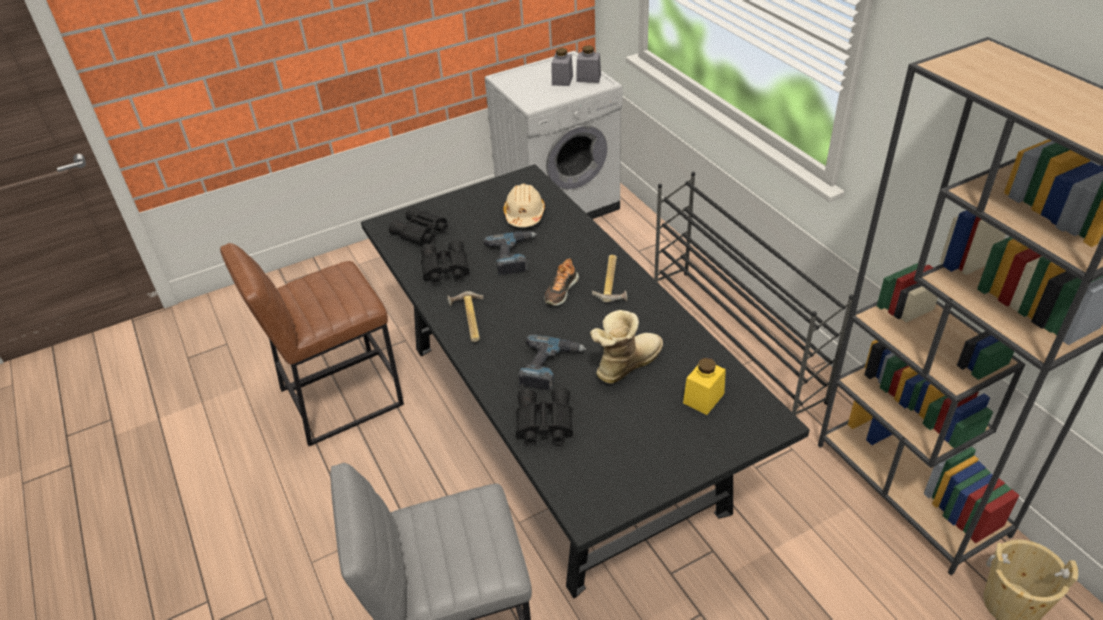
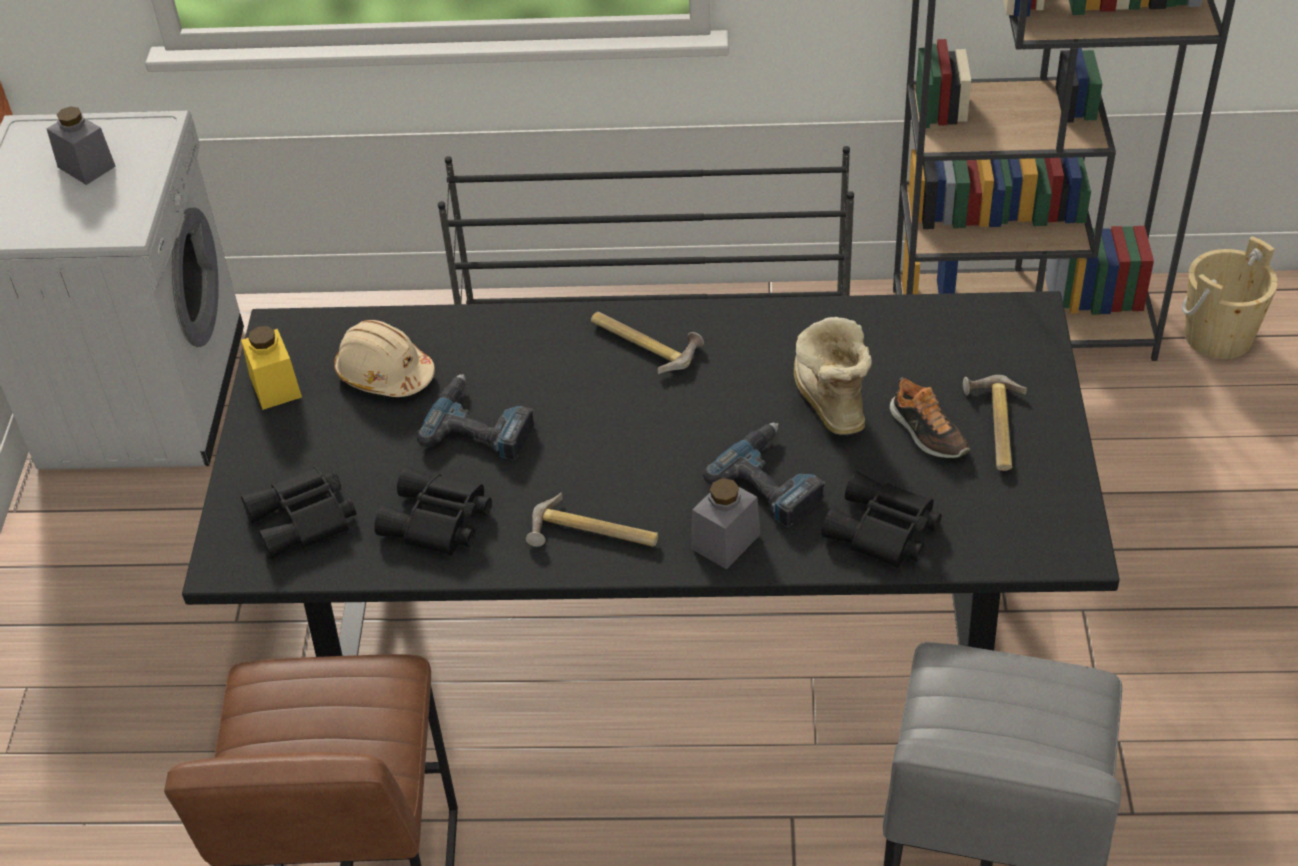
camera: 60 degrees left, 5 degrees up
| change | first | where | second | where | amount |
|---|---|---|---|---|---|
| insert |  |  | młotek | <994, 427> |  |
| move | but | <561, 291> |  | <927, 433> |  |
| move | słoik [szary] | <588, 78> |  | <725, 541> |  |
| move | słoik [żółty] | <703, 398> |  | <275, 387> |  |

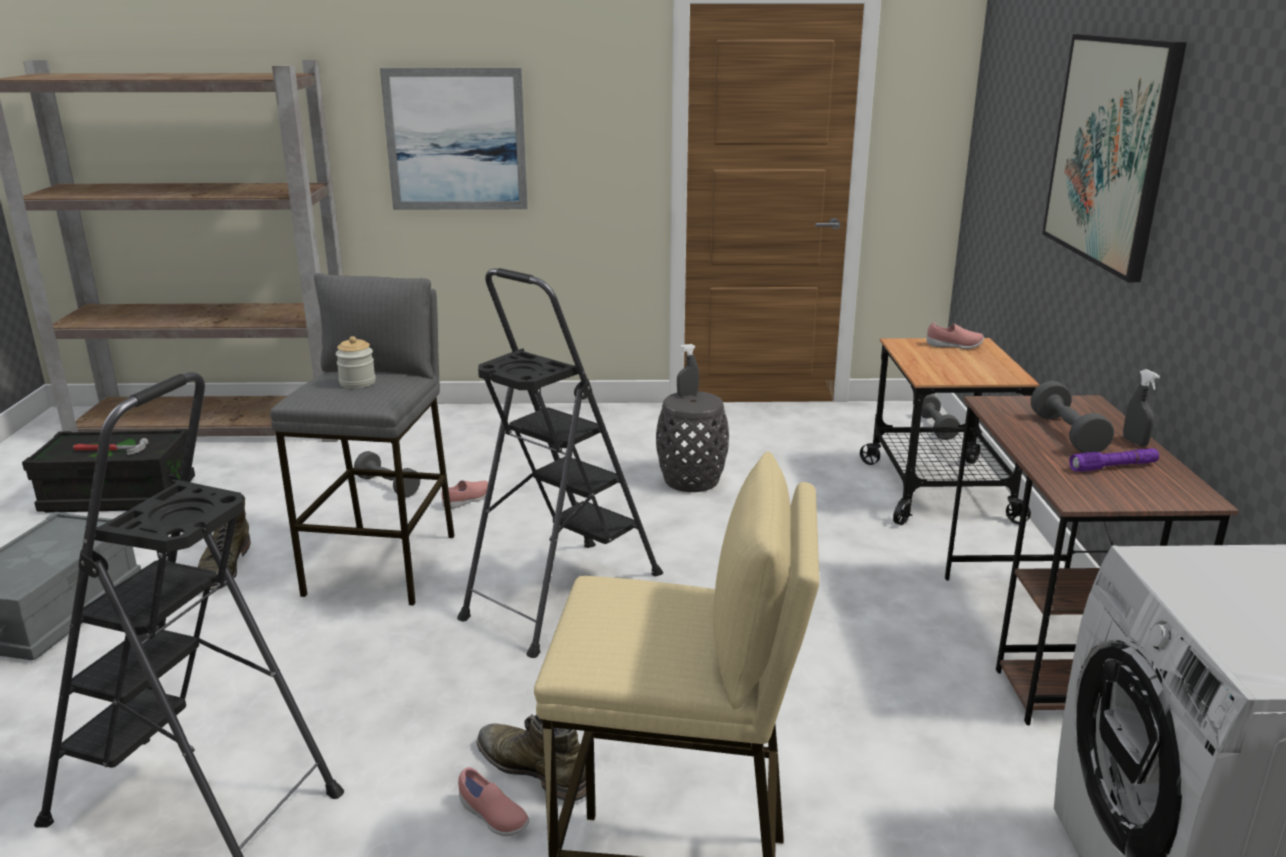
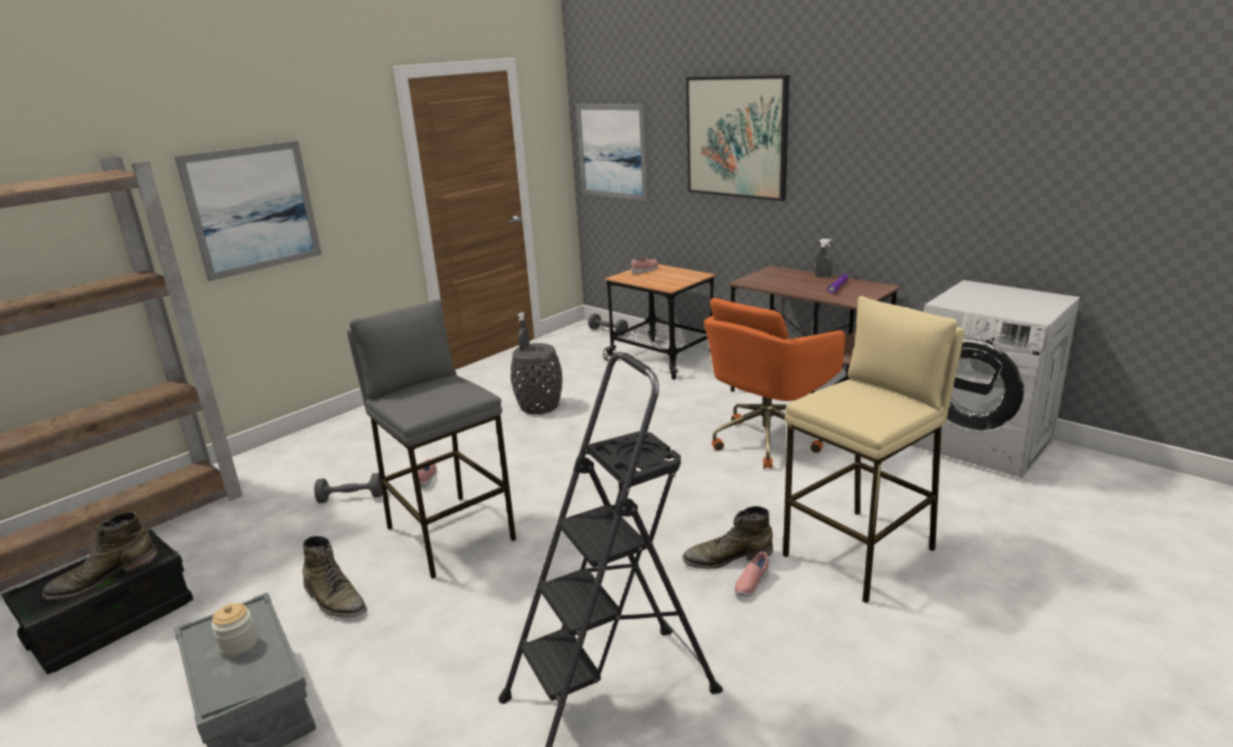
camera: 45 degrees left, 0 degrees up
| change | first | where | second | where | amount |
|---|---|---|---|---|---|
| delete | drabinka | <561, 596> |  |  |  |
| delete | hantel [szary] | <1067, 434> |  |  |  |
| insert |  |  | obraz | <612, 151> |  |
| insert |  |  | krzesło biurowe [pomarańczowy] | <769, 440> |  |
| move | słoik | <357, 382> |  | <239, 644> |  |
| replace | młotek | <109, 450> | but z cholewką [zielony] | <103, 577> |  |
| rotate | but [różowy] | <492, 817> |  | <751, 584> | 135 degrees clockwise |

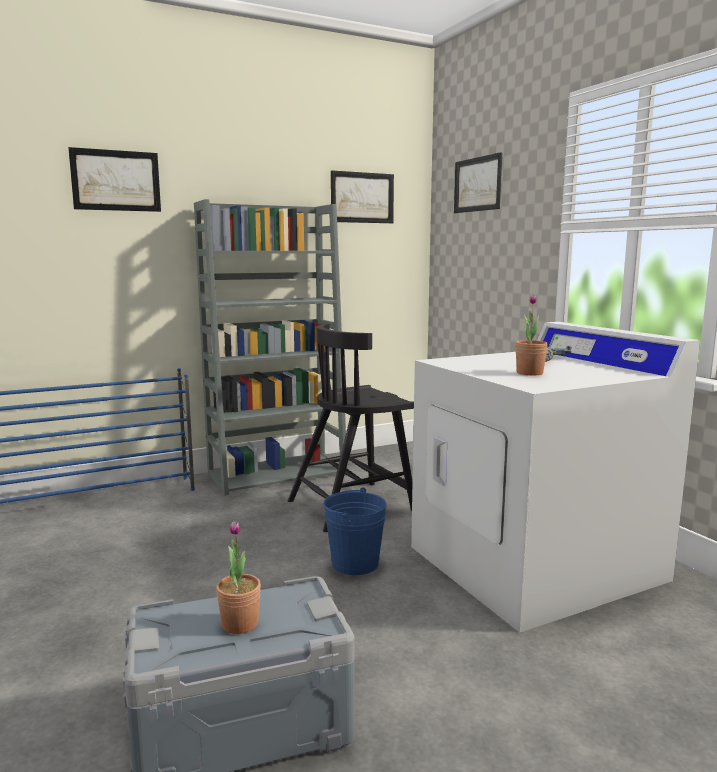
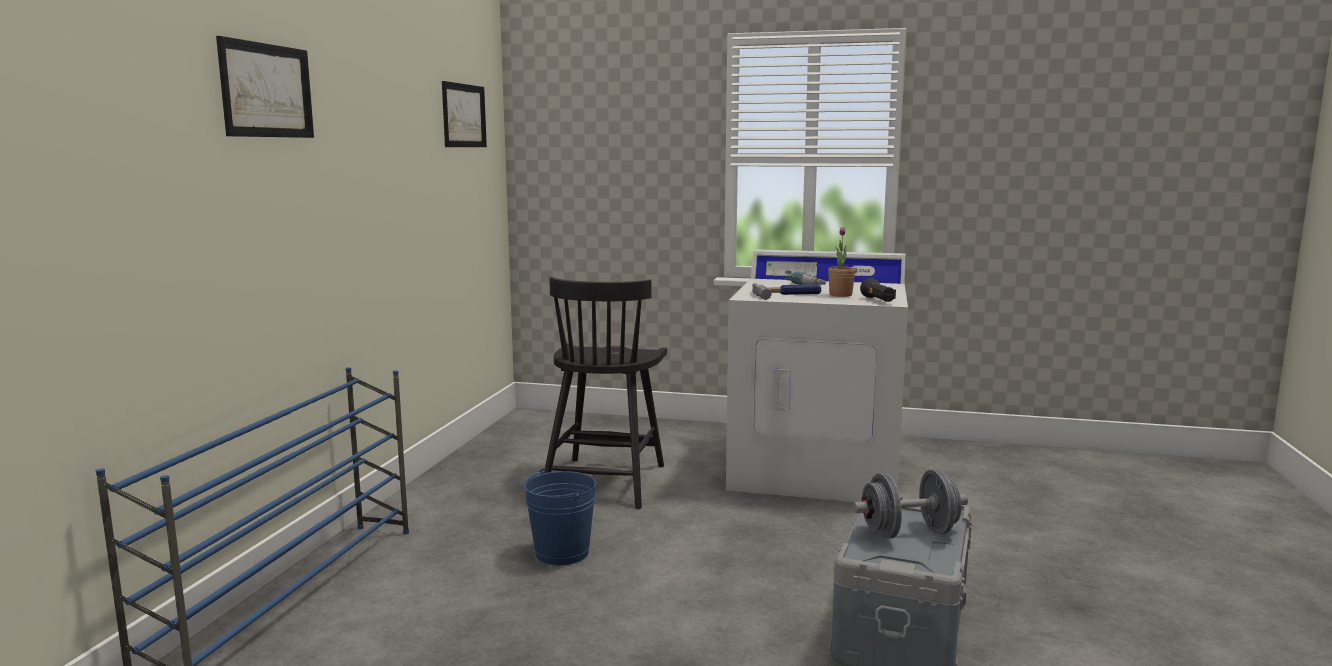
camera: 50 degrees left, 0 degrees up
| change | first | where | second | where | amount |
|---|---|---|---|---|---|
| delete | regał [szary] | <278, 473> |  |  |  |
| delete | obraz | <477, 184> |  |  |  |
| insert |  |  | młotek | <786, 295> |  |
| insert |  |  | latarka [czarny] | <878, 300> |  |
| move | wiadro [niebieski] | <355, 563> |  | <562, 553> |  |
| replace | roślina doniczkowa | <240, 624> | hantel [szary] | <909, 533> |  |

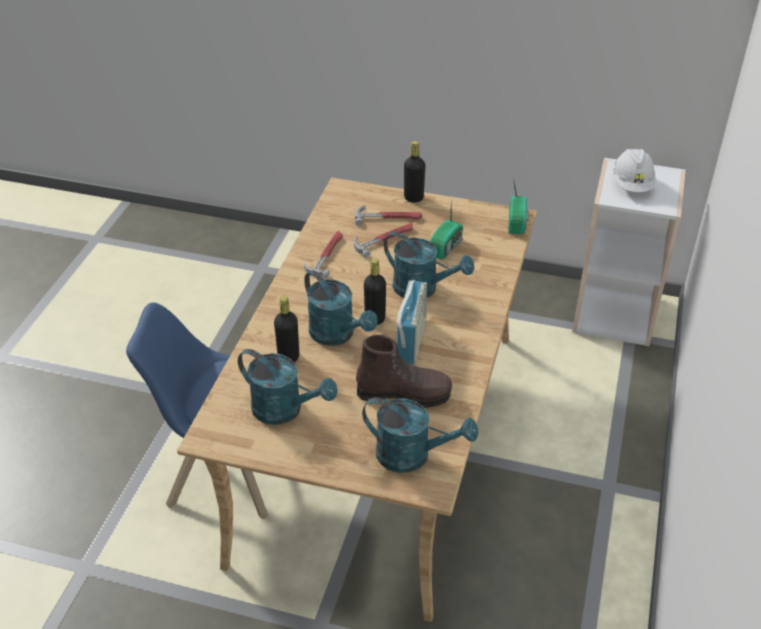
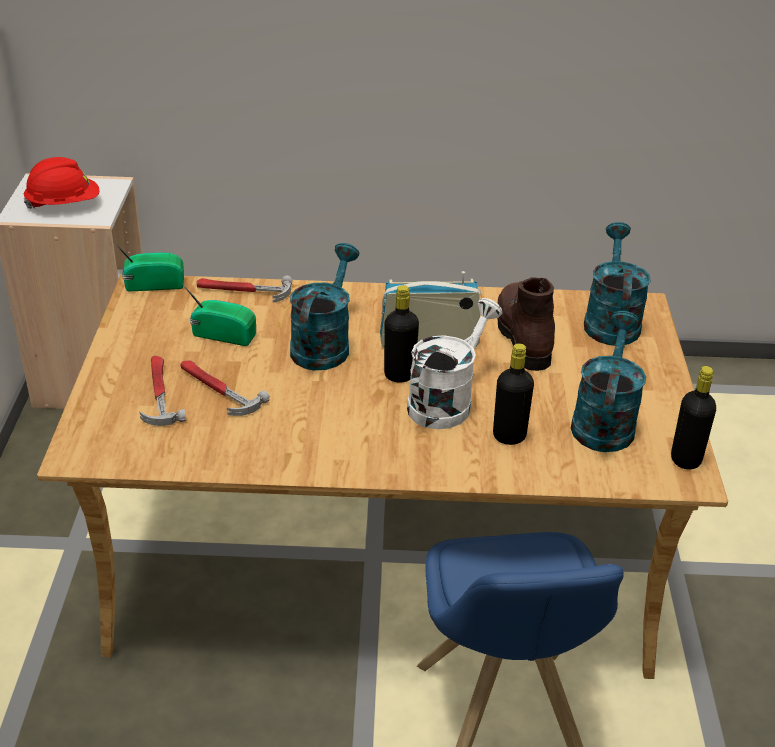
camera: 105 degrees left, 5 degrees down
| change | first | where | second | where | amount |
|---|---|---|---|---|---|
| move | młotek | <326, 256> |  | <243, 291> |  |
| move | butelka [czarny] | <413, 198> |  | <685, 459> |  |
| recolor | konewka [turkusowy] | <337, 335> | konewka [biały] | <446, 401> |  |
| recolor | kask [biały] | <632, 185> | kask [czerwony] | <64, 205> |  |

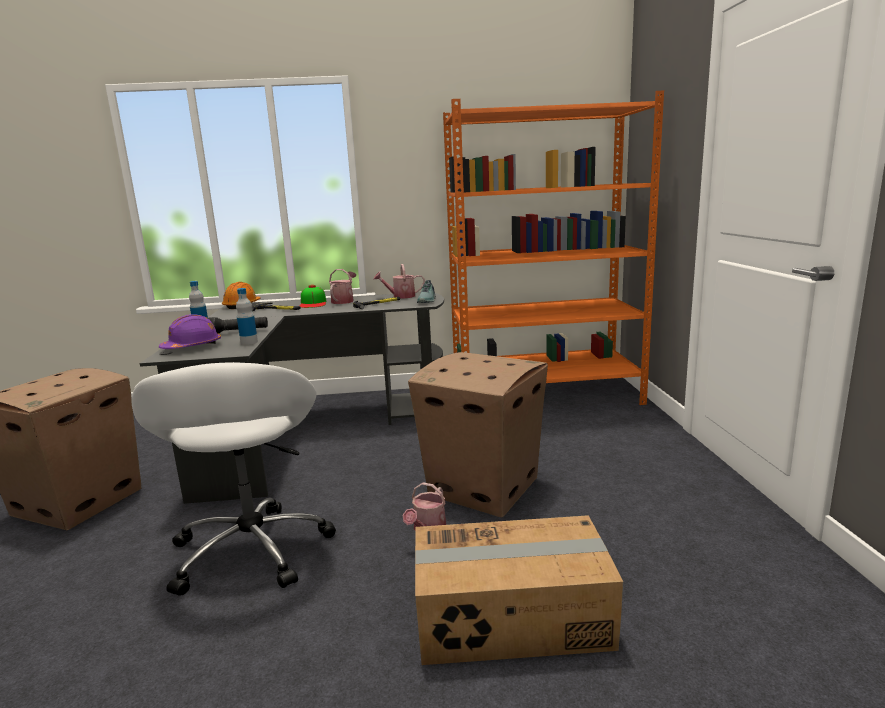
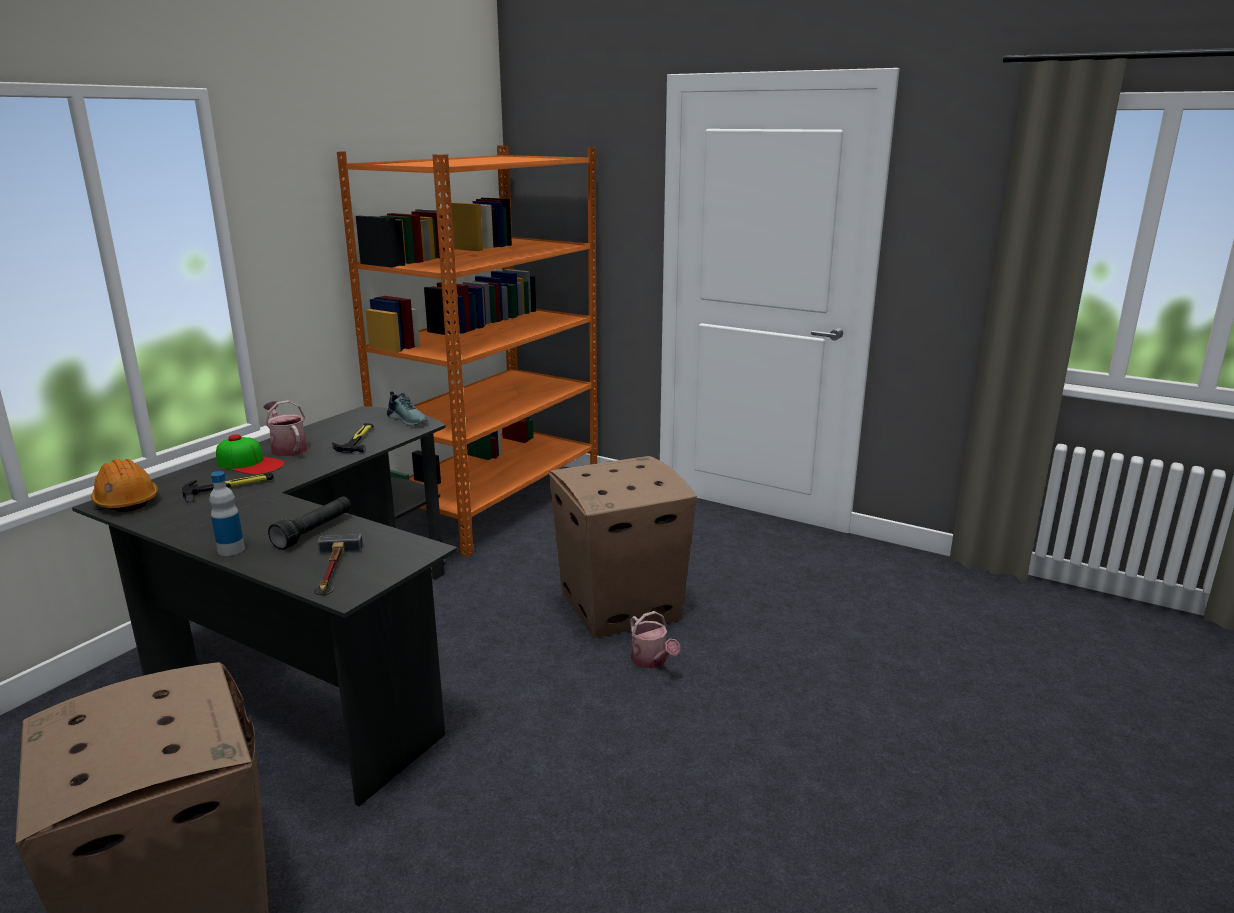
camera: 55 degrees left, 5 degrees up
| change | first | where | second | where | amount |
|---|---|---|---|---|---|
| delete | krzesło biurowe [biały] | <251, 553> |  |  |  |
| delete | butelka | <249, 342> |  |  |  |
| delete | konewka | <400, 296> |  |  |  |
| delete | karton | <512, 617> |  |  |  |
| replace | kask [fioletowy] | <192, 347> | młotek | <333, 569> |  |

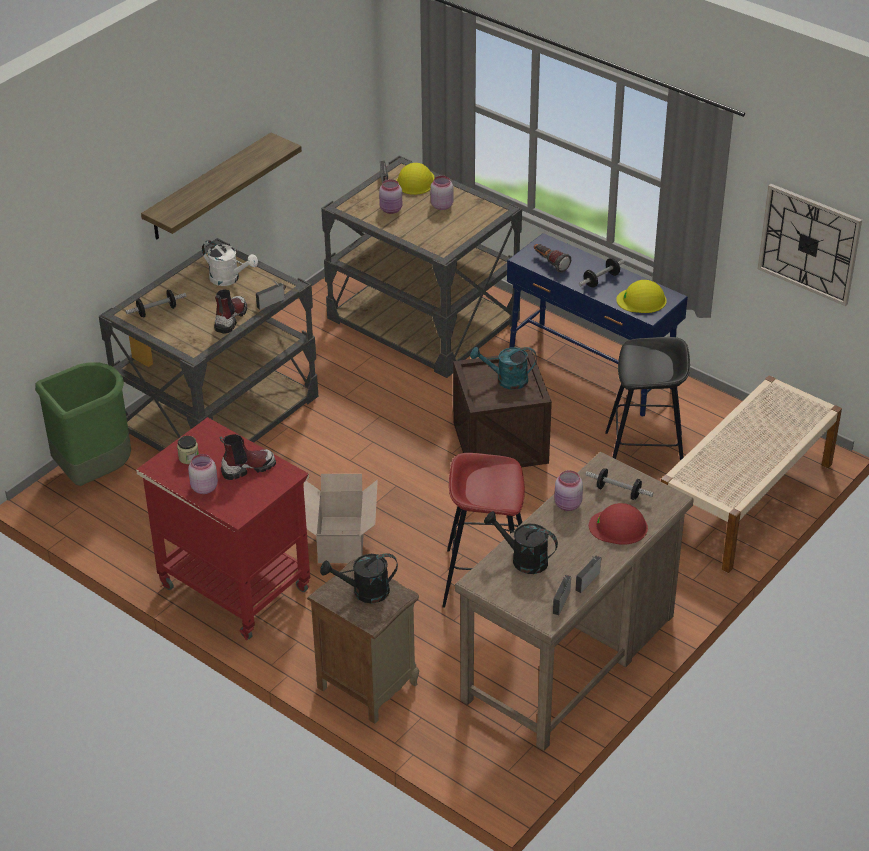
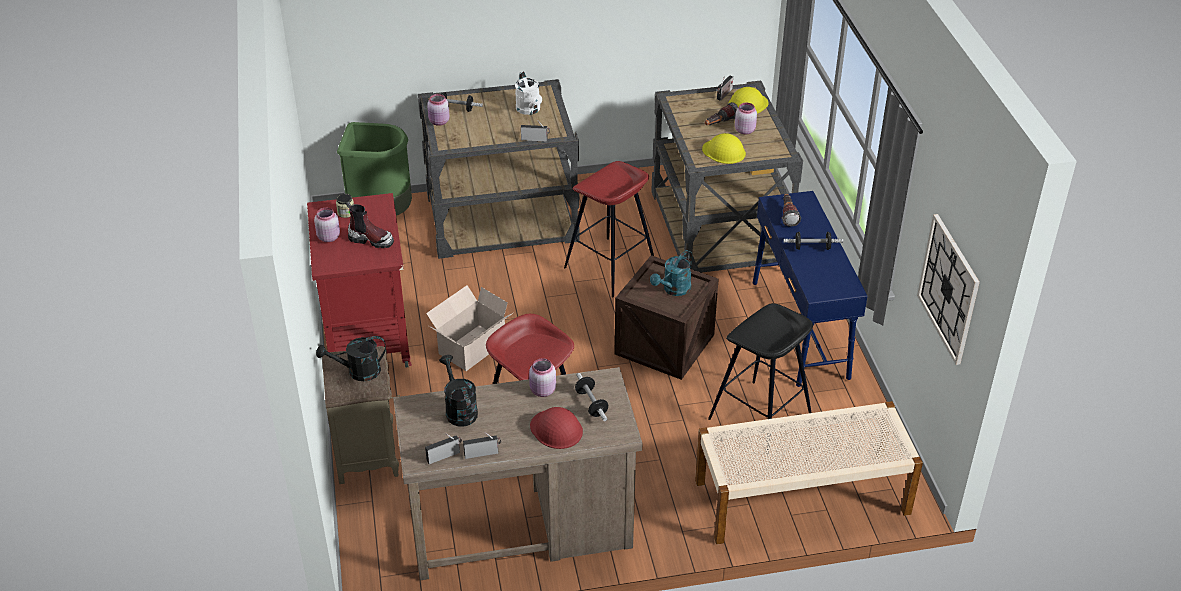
camera: 40 degrees right, 0 degrees up
| change | first | where | second | where | amount |
|---|---|---|---|---|---|
| delete | półka | <209, 187> |  |  |  |
| delete | but z cholewką | <230, 318> |  |  |  |
| insert |  |  | stołek [czerwony] | <610, 267> |  |
| insert |  |  | latarka | <720, 124> |  |
| move | słoik [różowy] | <391, 210> |  | <439, 122> |  |
| move | kask [żółty] | <641, 300> |  | <724, 151> |  |
| rotate | konewka [czarny] | <364, 592> |  | <358, 372> | 45 degrees counterclockwise |
| rotate | konewka [turkusowy] | <506, 380> |  | <673, 290> | 90 degrees counterclockwise |

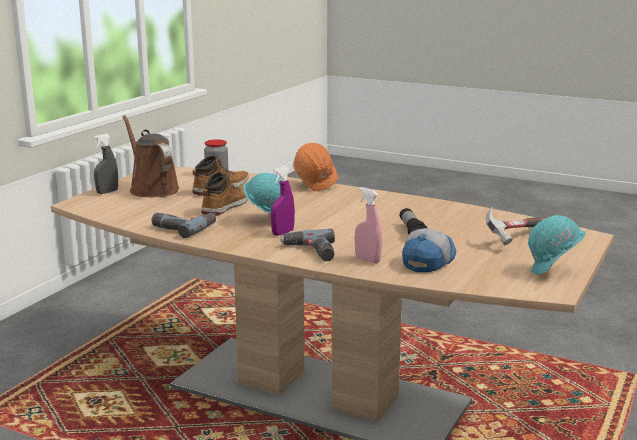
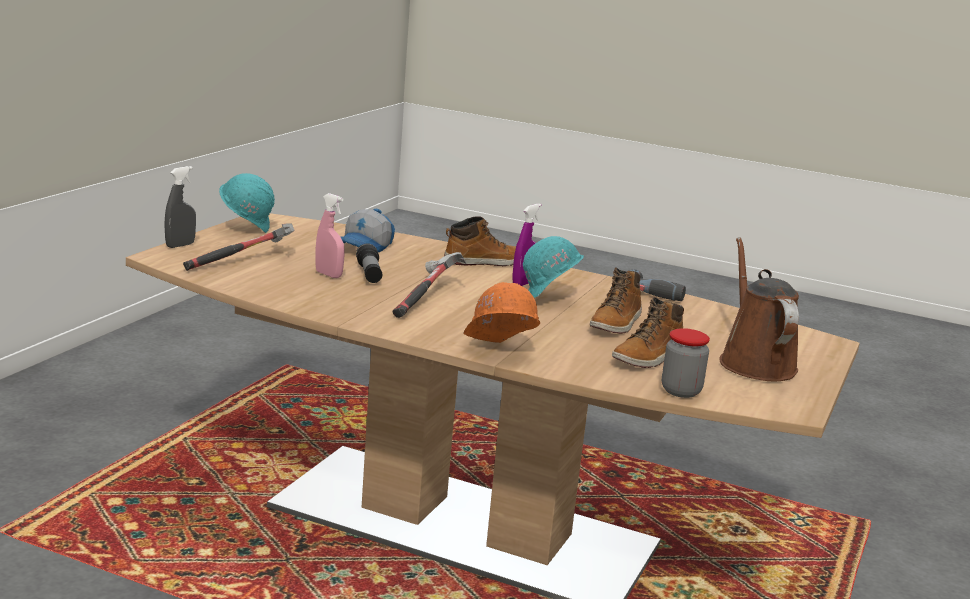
camera: 175 degrees right, 0 degrees up
| change | first | where | second | where | amount |
|---|---|---|---|---|---|
| insert |  |  | młotek | <427, 298> |  |
| move | spryskiwacz [szary] | <107, 192> |  | <180, 245> |  |
| move | spryskiwacz [różowy] | <367, 260> |  | <328, 275> |  |
| replace | wiertarka | <310, 252> | but z cholewką | <486, 262> |  |
| rotate | konewka [brązowy] | <152, 189> |  | <754, 362> | 150 degrees counterclockwise |

